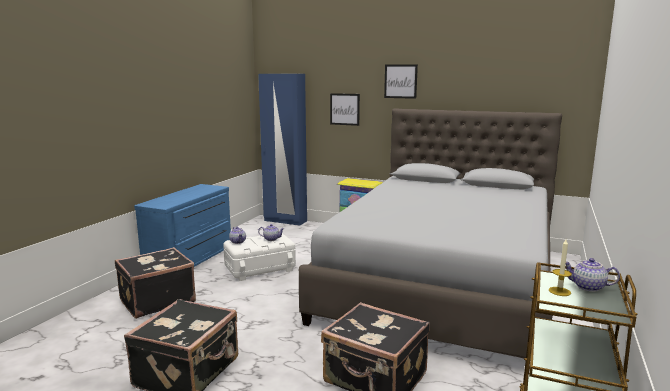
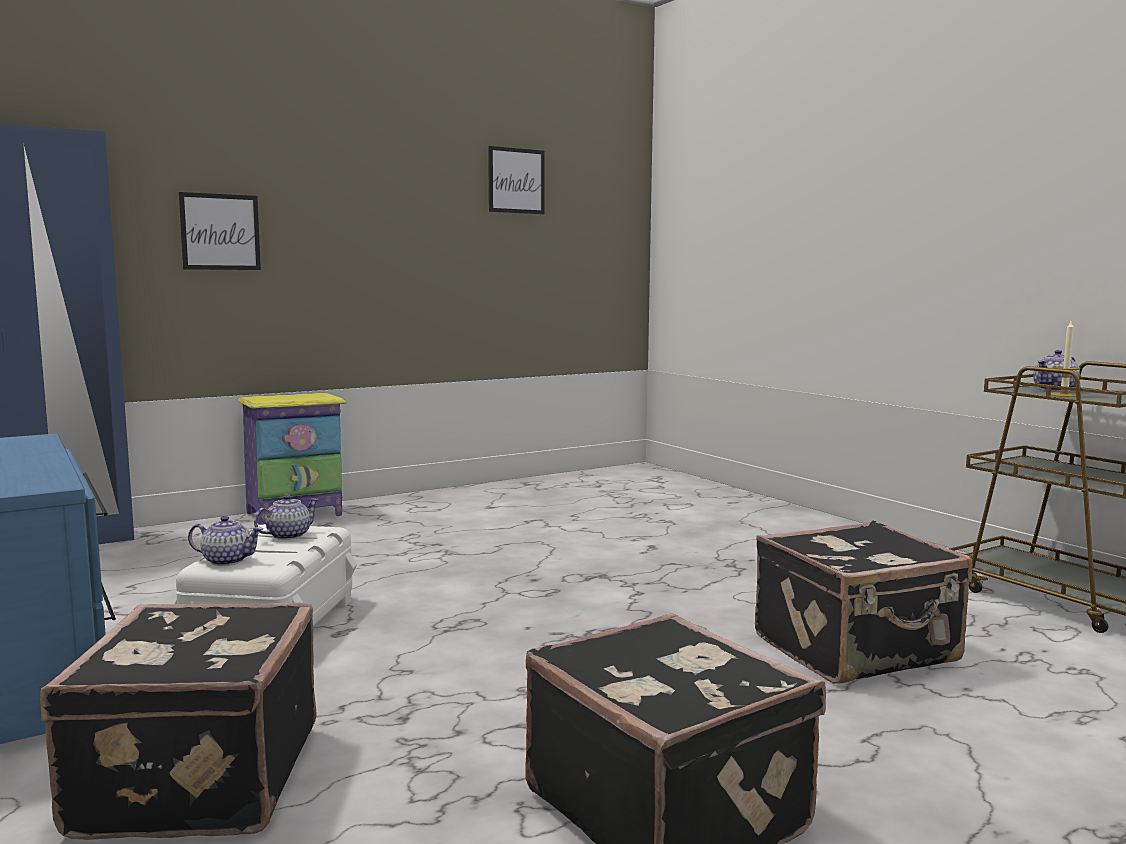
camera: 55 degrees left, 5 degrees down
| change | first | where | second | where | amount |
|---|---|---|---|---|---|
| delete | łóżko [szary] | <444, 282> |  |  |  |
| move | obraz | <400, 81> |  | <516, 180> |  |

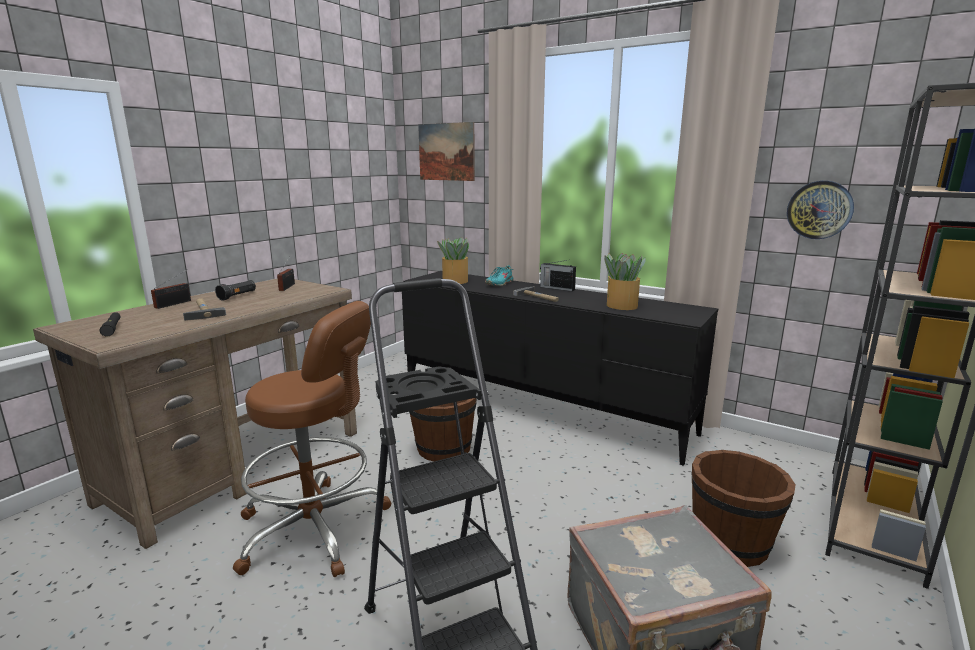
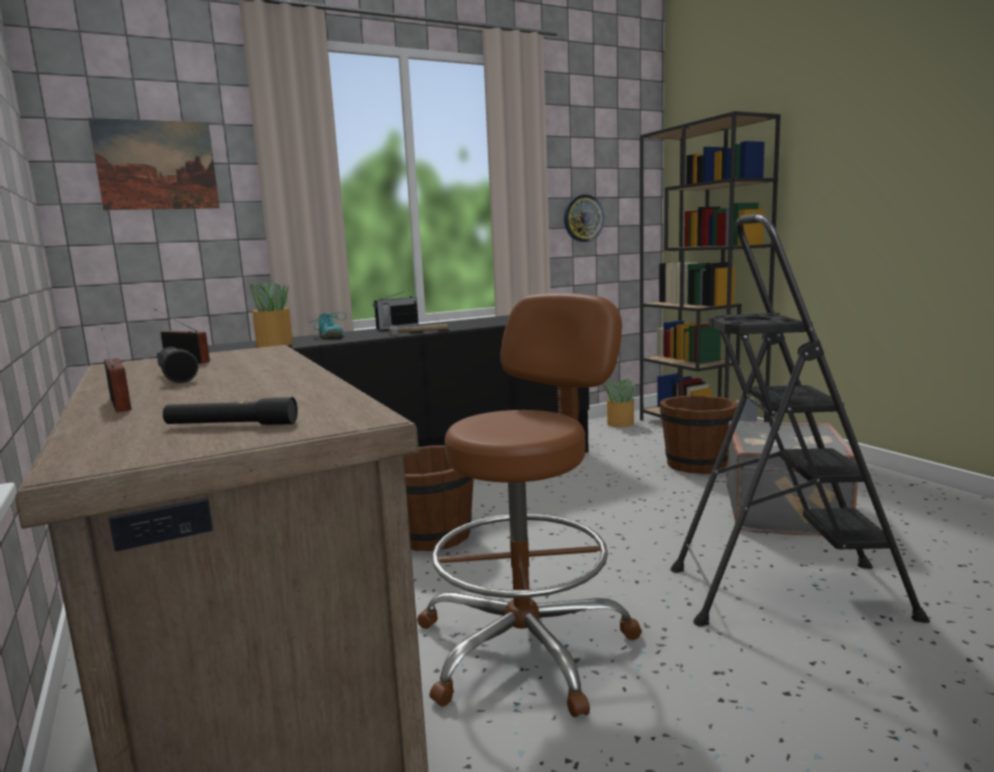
camera: 60 degrees left, 5 degrees down
| change | first | where | second | where | amount |
|---|---|---|---|---|---|
| delete | młotek | <202, 311> |  |  |  |
| move | roślina doniczkowa | <621, 305> |  | <619, 423> |  |

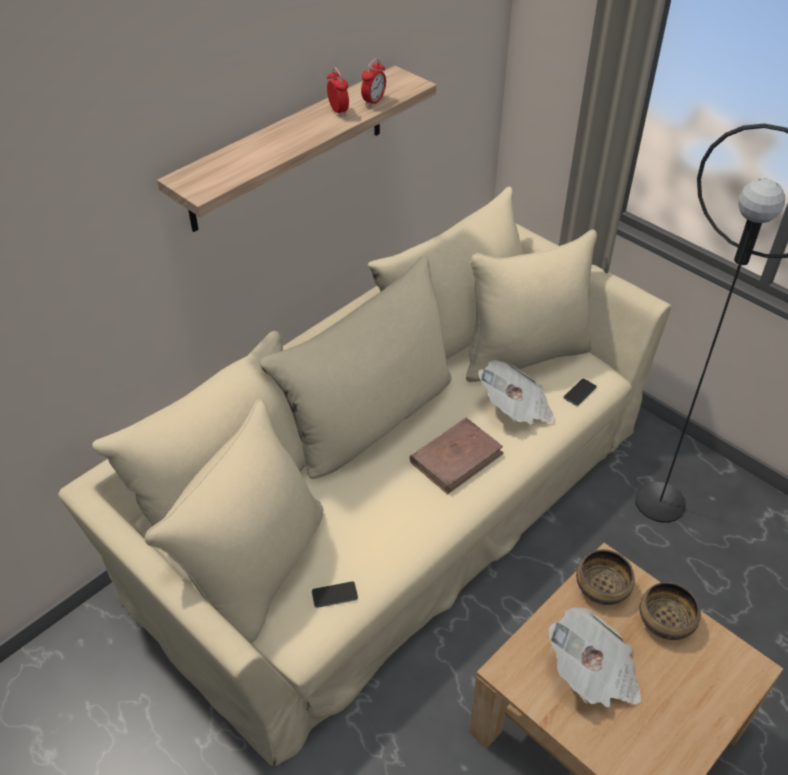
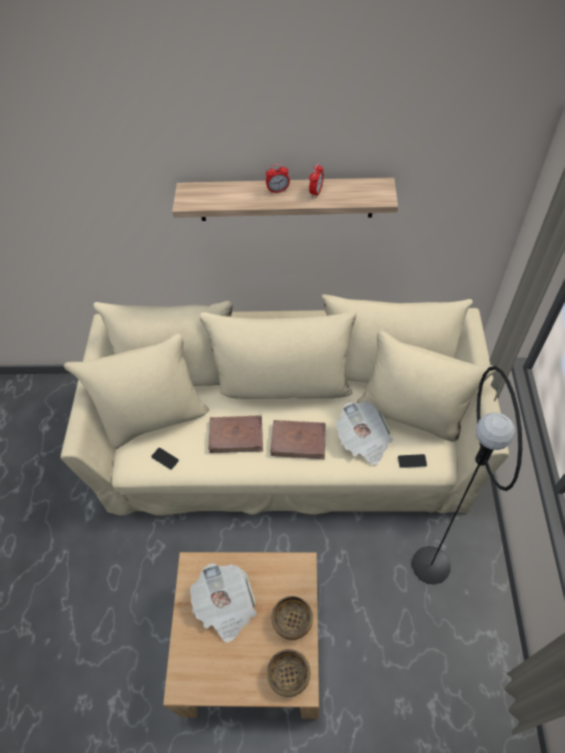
camera: 50 degrees right, 10 degrees up
| change | first | where | second | where | amount |
|---|---|---|---|---|---|
| insert |  |  | książka [brązowy] | <236, 435> |  |
| move | budzik | <374, 101> |  | <278, 190> |  |
| move | miska | <602, 586> |  | <289, 675> |  |

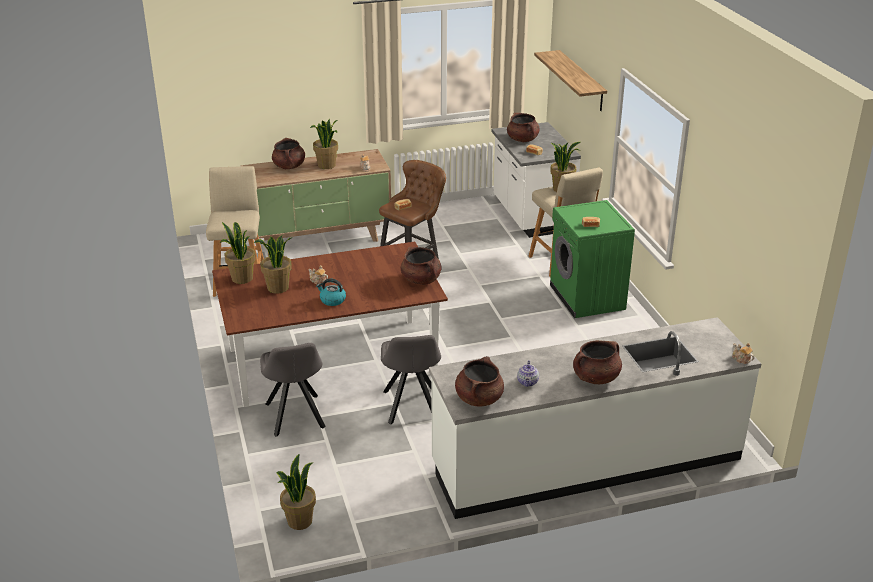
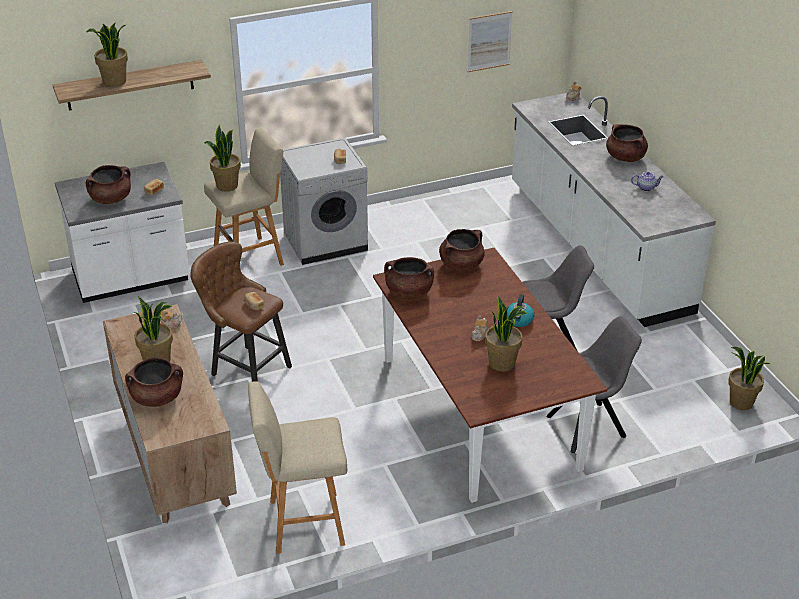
camera: 95 degrees left, 5 degrees up
| change | first | where | second | where | amount |
|---|---|---|---|---|---|
| insert |  |  | obraz | <489, 41> |  |
| move | roślina doniczkowa | <241, 278> |  | <114, 82> |  |
| move | garnek [brązowy] | <479, 398> |  | <409, 293> |  |
| recolor | pralka [zielony] | <585, 298> | pralka [biały] | <326, 243> |  |

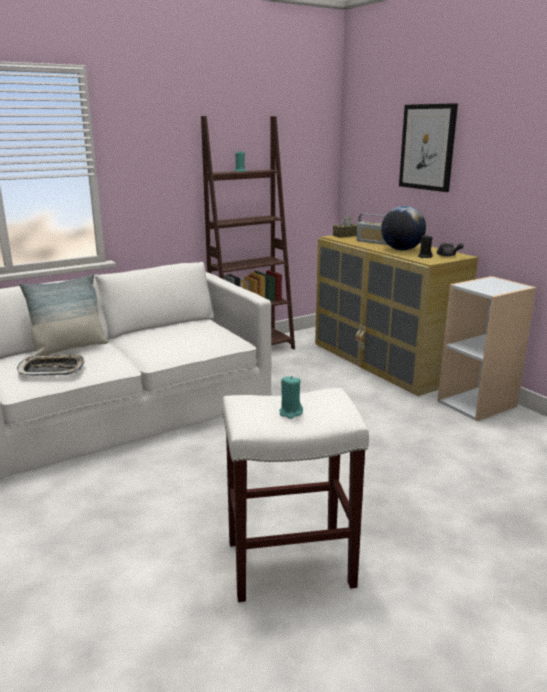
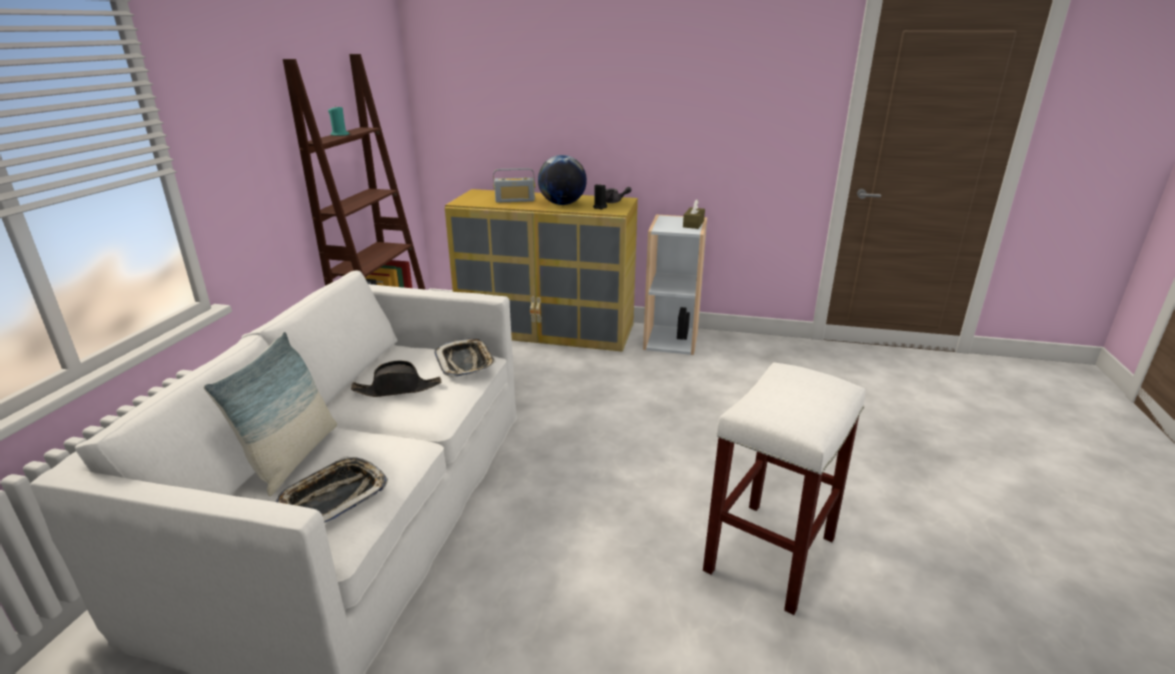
camera: 45 degrees left, 5 degrees up
| change | first | where | second | where | amount |
|---|---|---|---|---|---|
| delete | świeca [turkusowy] | <290, 413> |  |  |  |
| delete | obraz | <427, 147> |  |  |  |
| insert |  |  | kapelusz [czarny] | <398, 389> |  |
| insert |  |  | taca | <465, 362> |  |
| move | pudełko chusteczek [brązowy] | <346, 235> |  | <693, 224> |  |

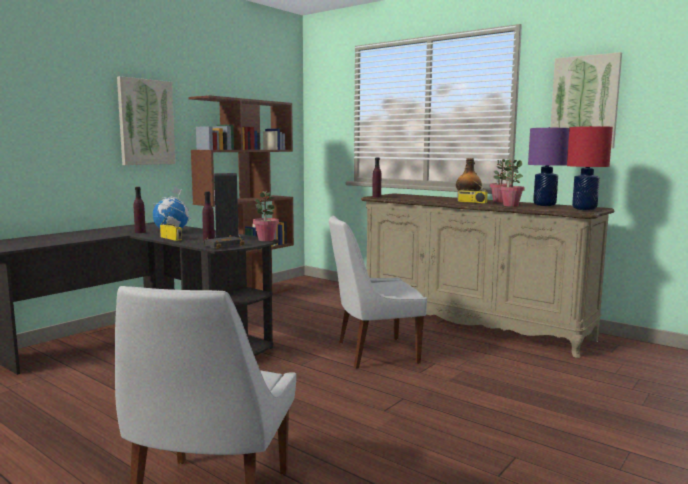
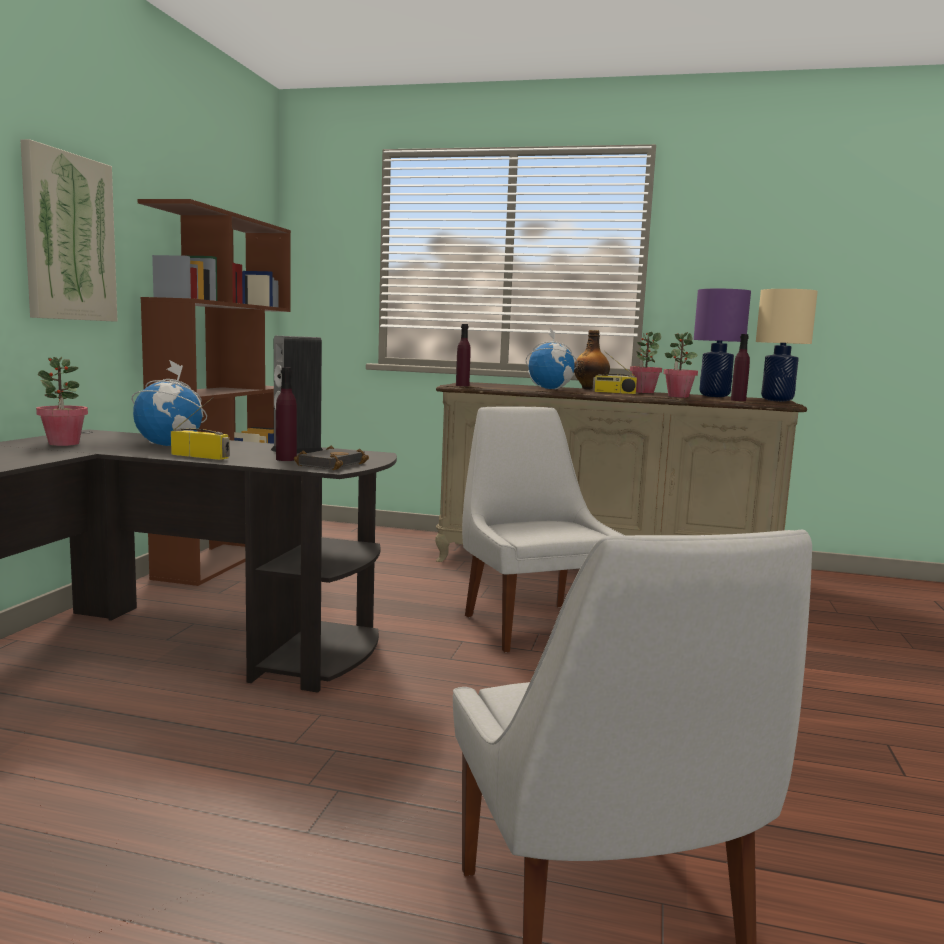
camera: 25 degrees left, 0 degrees up
| change | first | where | second | where | amount |
|---|---|---|---|---|---|
| delete | obraz | <584, 102> |  |  |  |
| insert |  |  | globus | <550, 389> |  |
| move | butelka [fioletowy] | <140, 232> |  | <738, 400> |  |
| move | roślina doniczkowa | <266, 240> |  | <63, 443> |  |
| recolor | lampa stołowa [czerwony] | <584, 209> | lampa stołowa [beżowy] | <777, 401> |  |
| rotate | krzesło [biały] | <373, 353> |  | <532, 625> | 105 degrees clockwise |

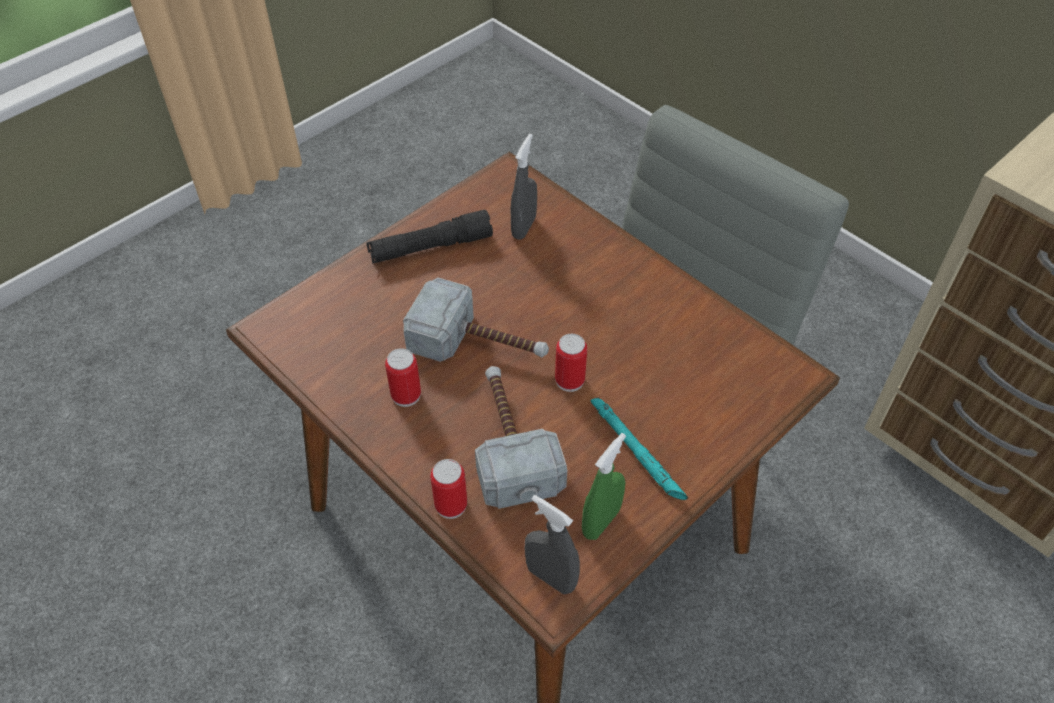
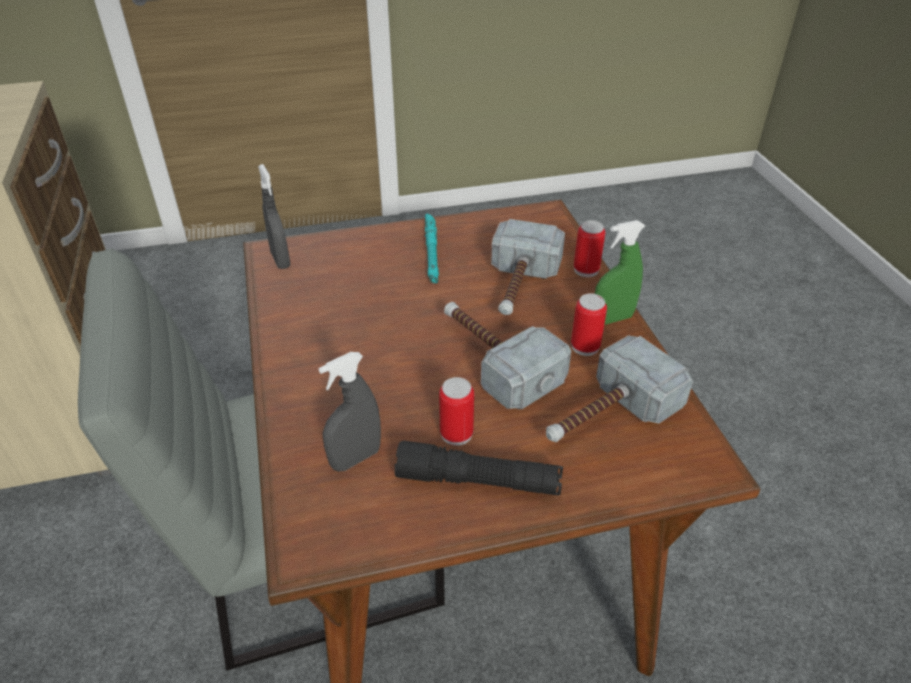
camera: 150 degrees left, 10 degrees down
| change | first | where | second | where | amount |
|---|---|---|---|---|---|
| insert |  |  | młotek | <605, 416> |  |
| move | spryskiwacz [szary] | <550, 577> |  | <280, 260> |  |
| move | puszka | <569, 380> |  | <456, 433> |  |
| move | spryskiwacz [zielony] | <601, 522> |  | <612, 319> |  |

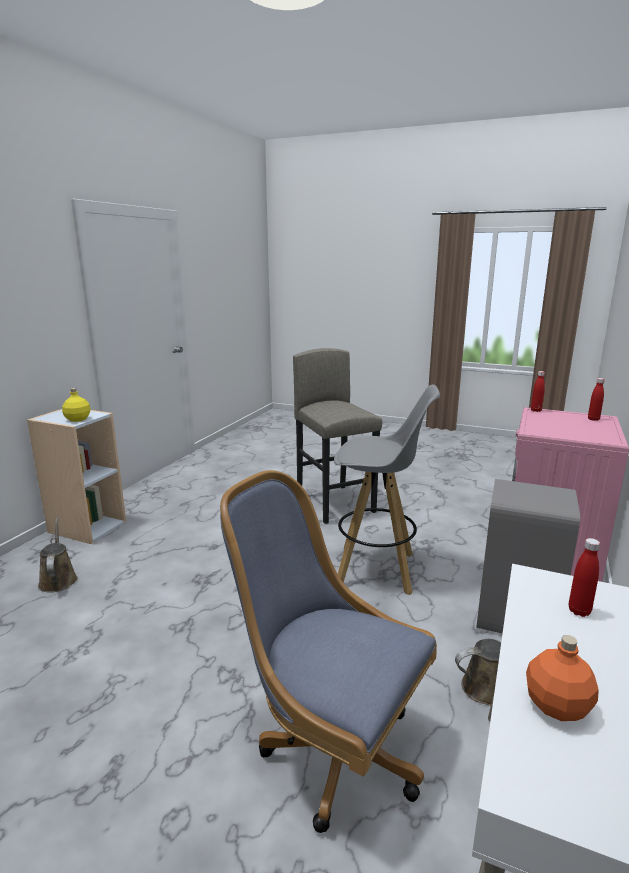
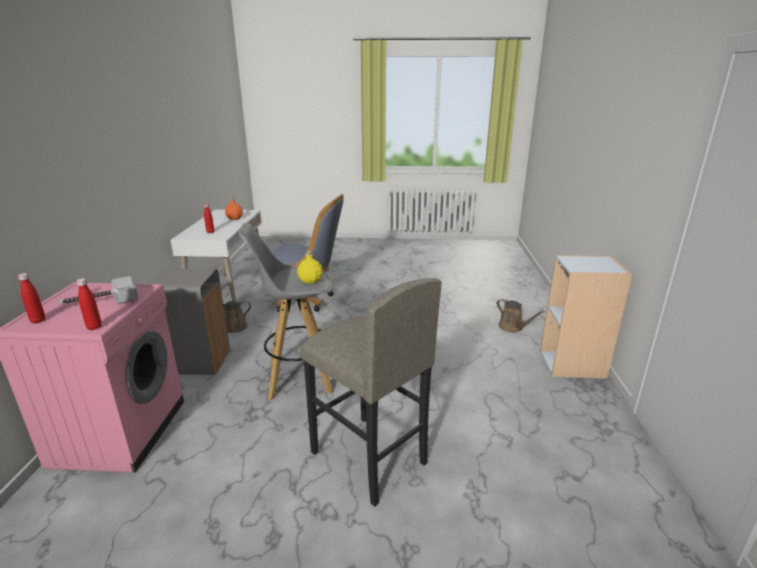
camera: 160 degrees right, 5 degrees up
| change | first | where | second | where | amount |
|---|---|---|---|---|---|
| insert |  |  | młotek | <100, 302> |  |
| move | butelka [żółty] | <77, 419> |  | <311, 281> |  |

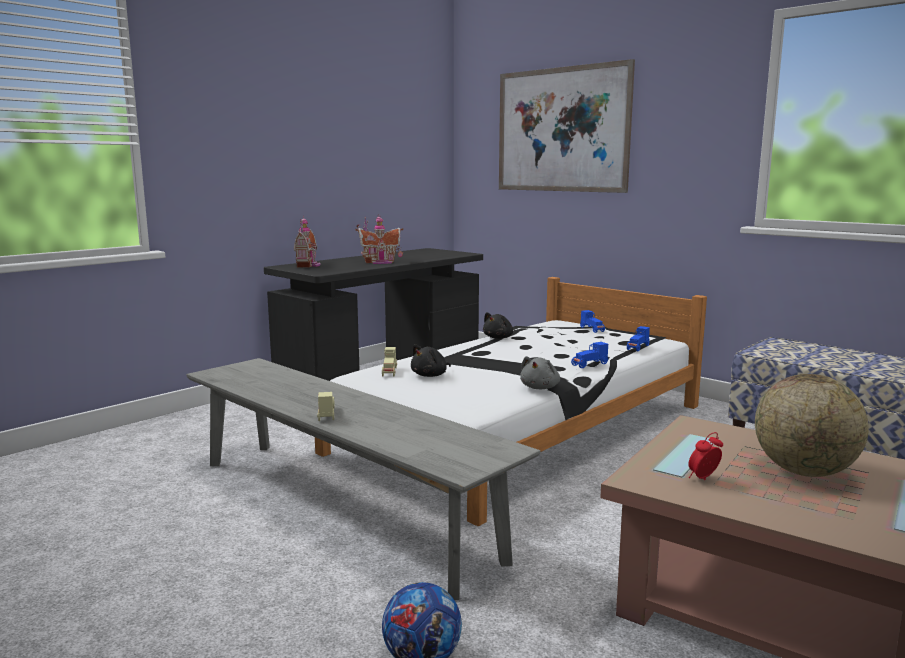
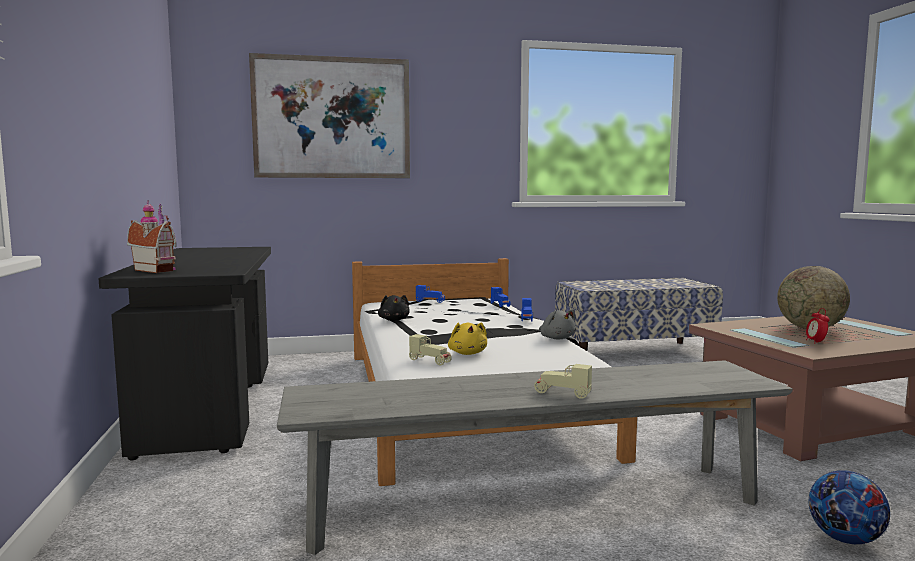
camera: 55 degrees left, 5 degrees down
| change | first | where | second | where | amount |
|---|---|---|---|---|---|
| delete | domek | <380, 262> |  |  |  |
| recolor | pluszak [czarny] | <430, 375> | pluszak [żółty] | <467, 353> |  |

